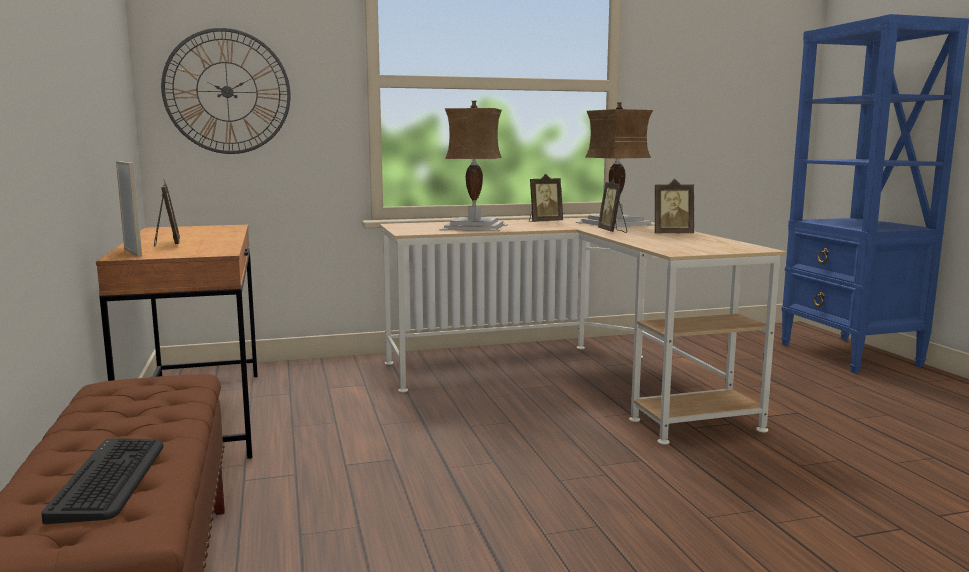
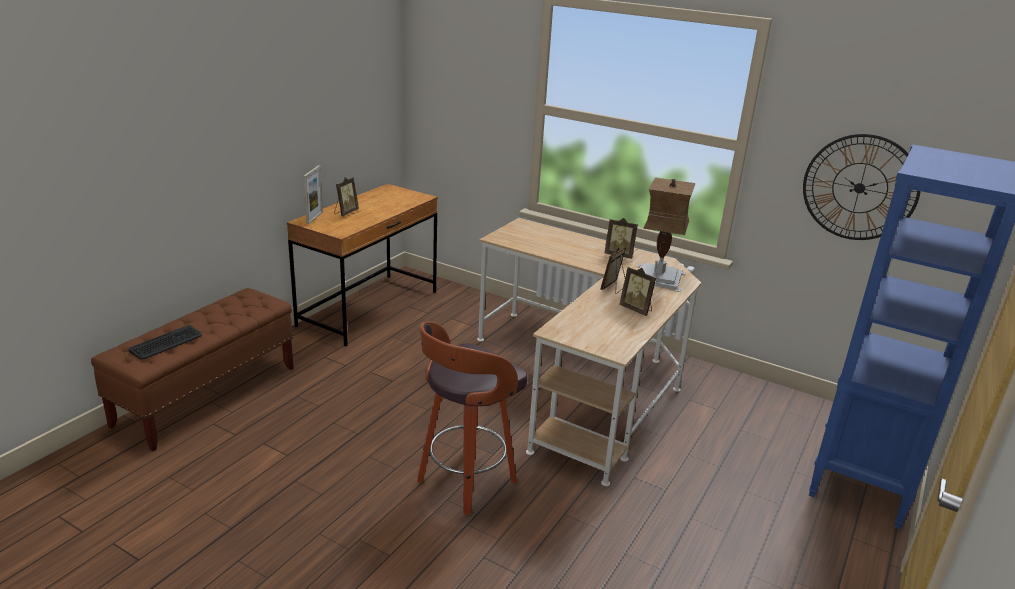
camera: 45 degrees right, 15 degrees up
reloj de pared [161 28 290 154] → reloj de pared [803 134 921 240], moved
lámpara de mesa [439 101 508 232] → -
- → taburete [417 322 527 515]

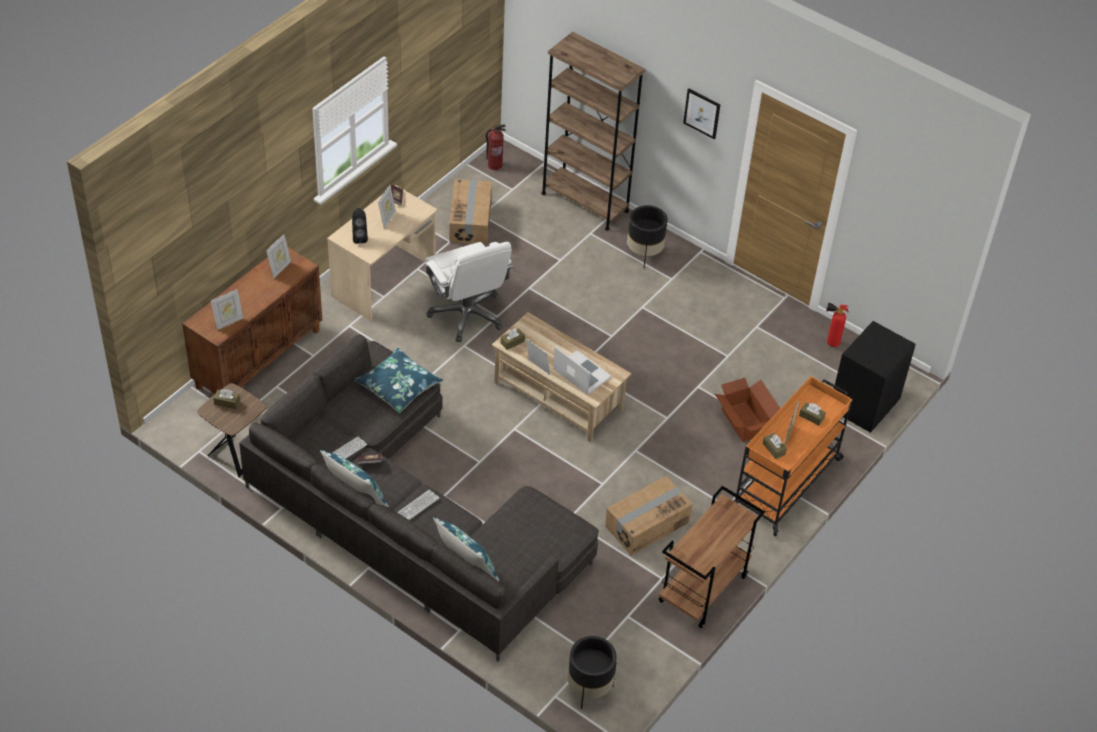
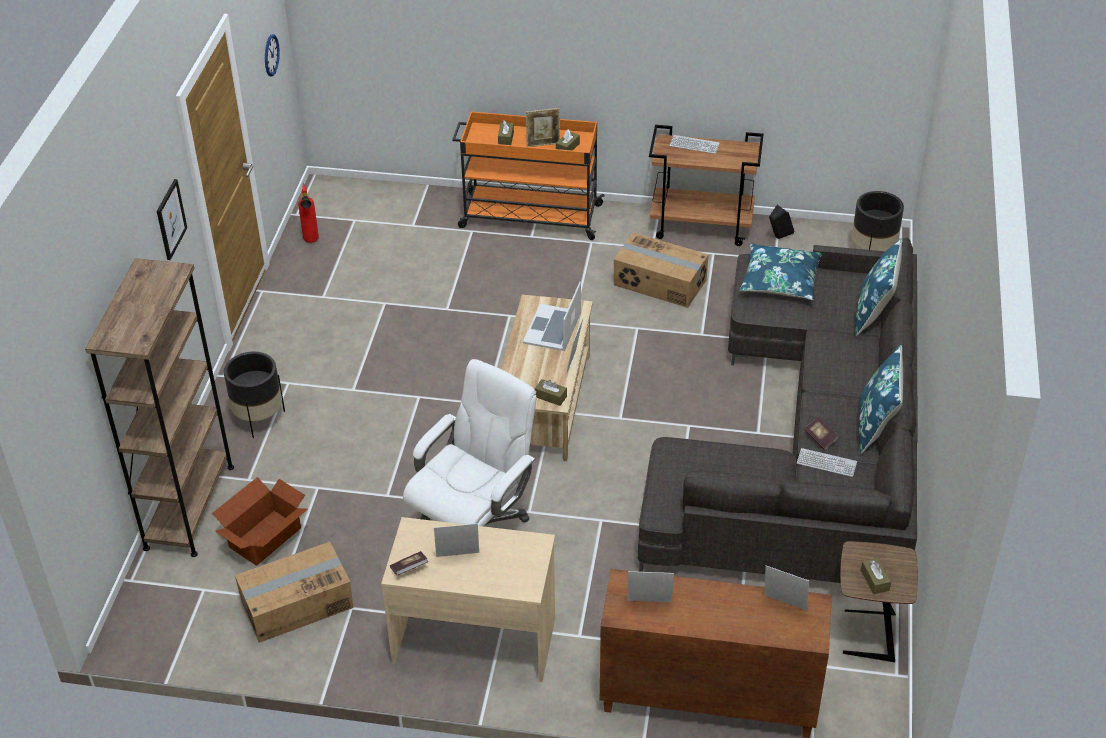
camera: 115 degrees left, 5 degrees down
extintor [486 124 506 170] → -
altavoz/negro [352 208 368 243] → altavoz/negro [769 205 794 239], moved
mesita de noche/negro [834 321 916 433] → -
cojín/azul [354 348 443 413] → cojín/azul [740 243 822 300], moved
caja de cartón [715 378 780 442] → caja de cartón [212 477 308 566], moved
teclado [397 490 440 520] → teclado [670 135 720 154], moved
- → reloj de pared [265 34 280 77]

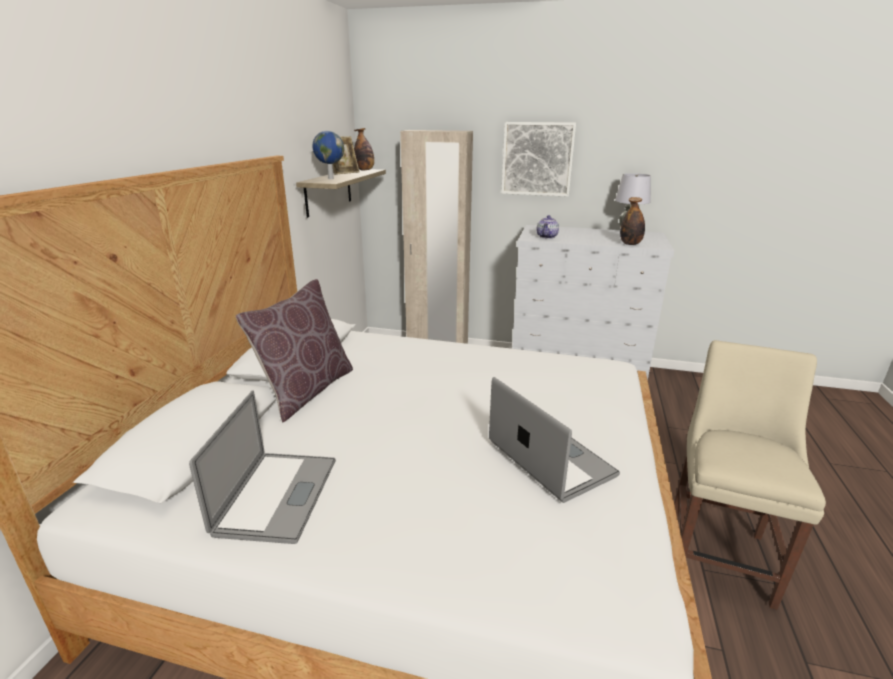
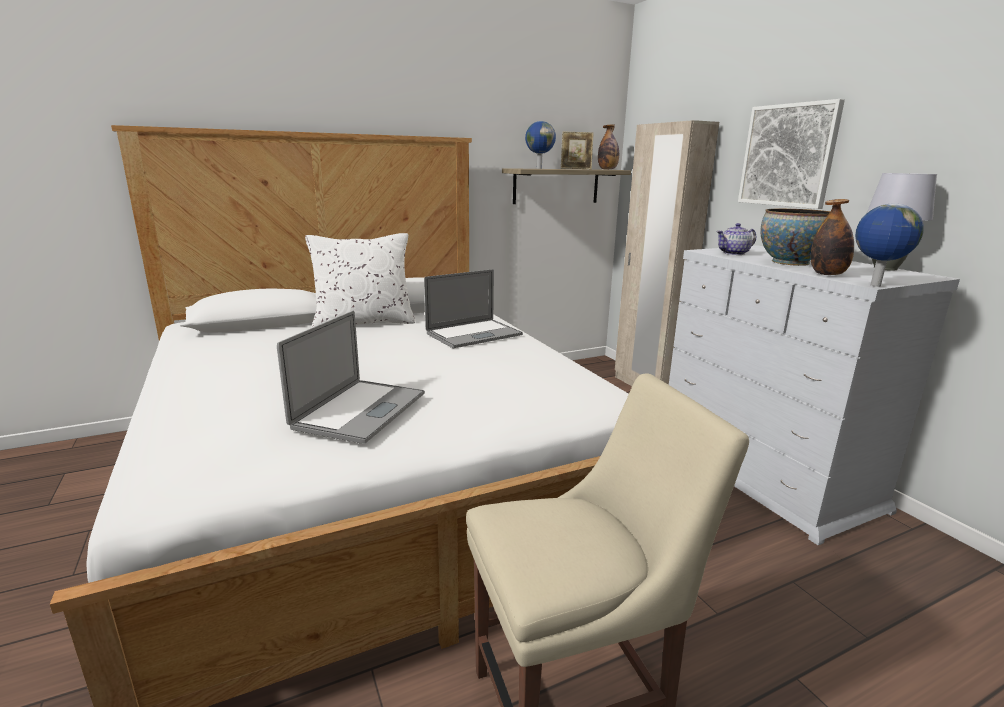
camera: 50 degrees right, 5 degrees down
cojín/marrón [236 279 353 422] → cojín/blanco [305 233 415 328]
portátil [189 390 336 544] → portátil [424 269 523 348], moved
- → globo terráqueo [855 204 924 287]
- → cuenco [761 209 830 266]

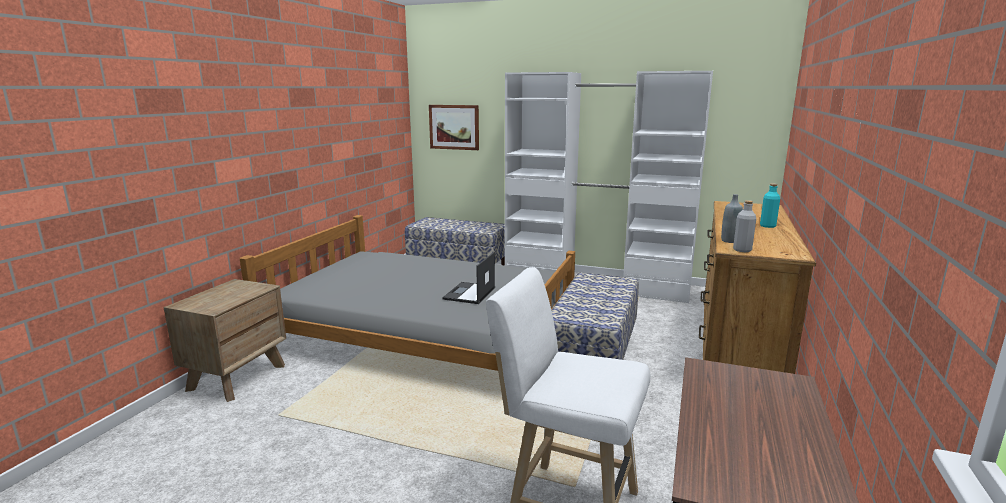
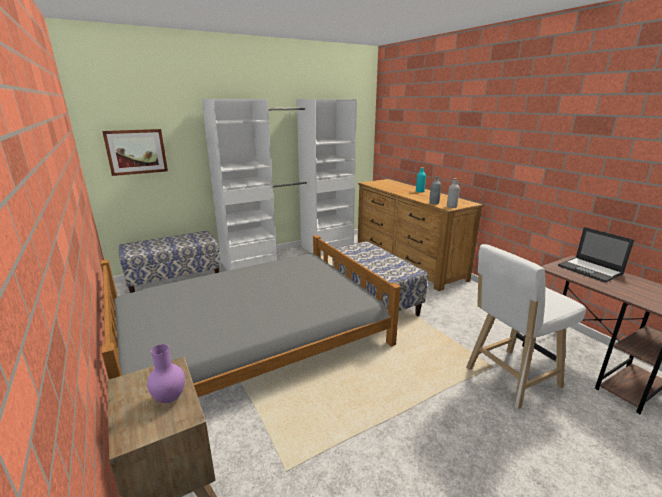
camera: 50 degrees left, 5 degrees up
portátil [442 252 495 304] → portátil [558 227 634 283], moved
- → florero/morado [147 344 185 403]

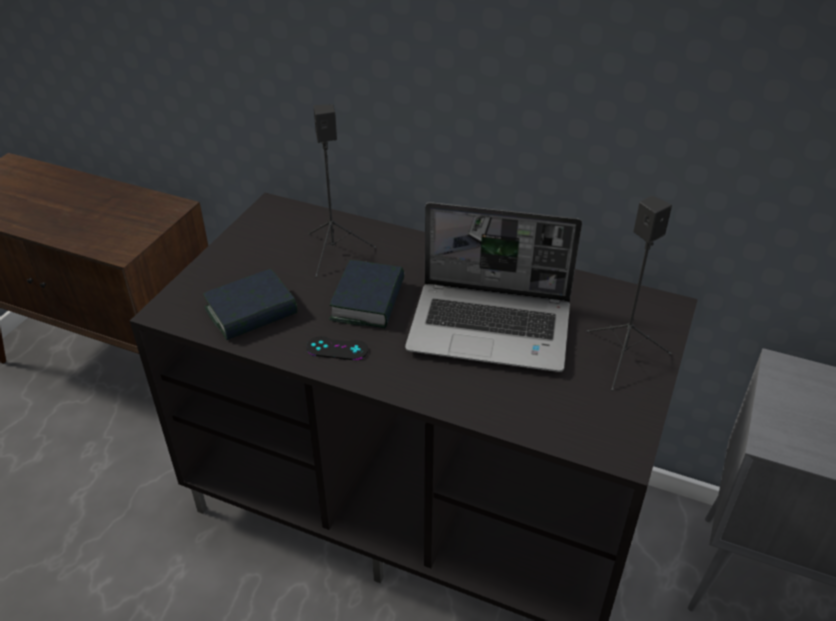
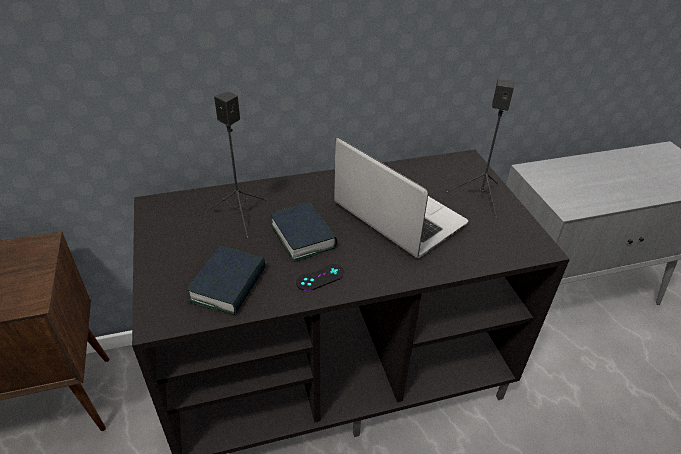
camera: 40 degrees left, 0 degrees up
portátil [405 202 582 372] → portátil [334 137 468 258], 105 degrees counterclockwise

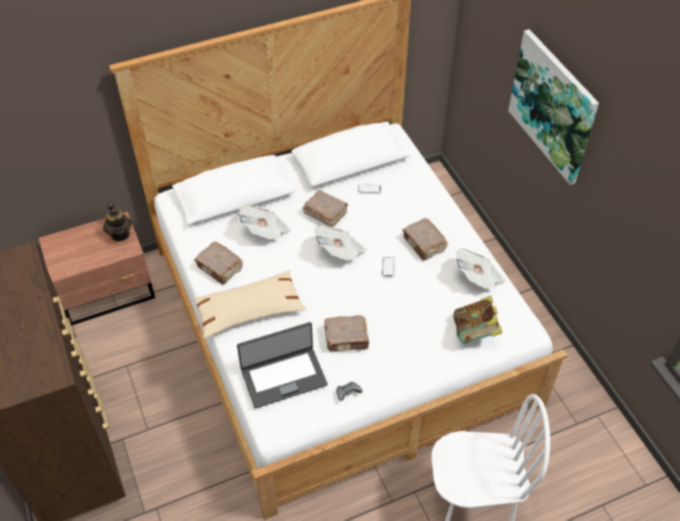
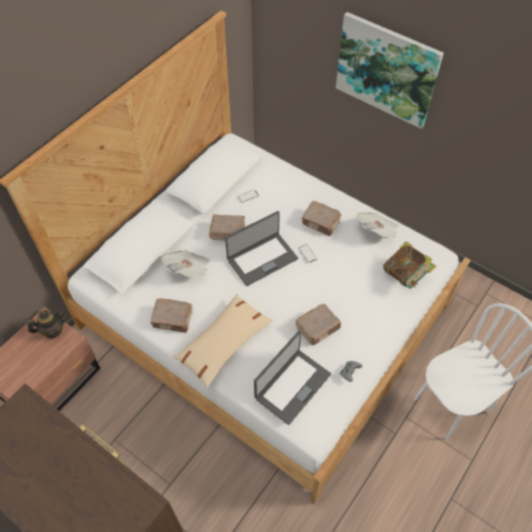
camera: 30 degrees left, 5 degrees up
tetera [103 202 132 241] → tetera [27 310 66 339], 60 degrees counterclockwise
periódico [313 225 366 261] → portátil [225 211 298 286]

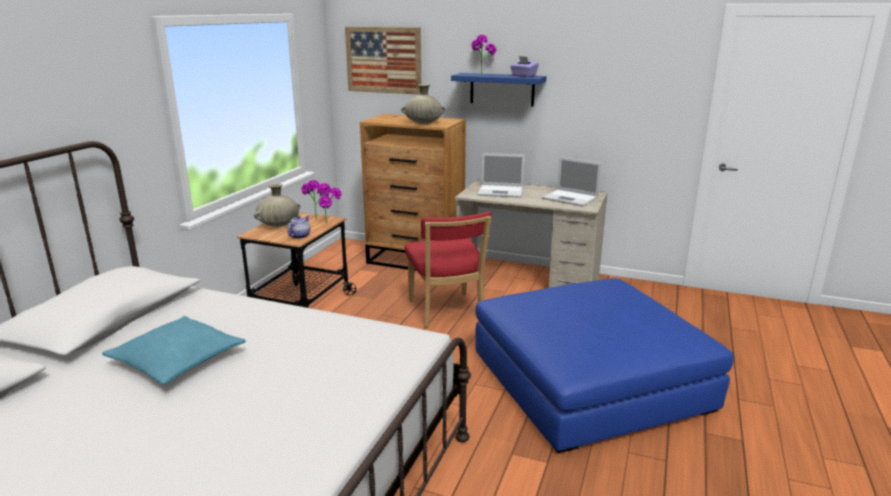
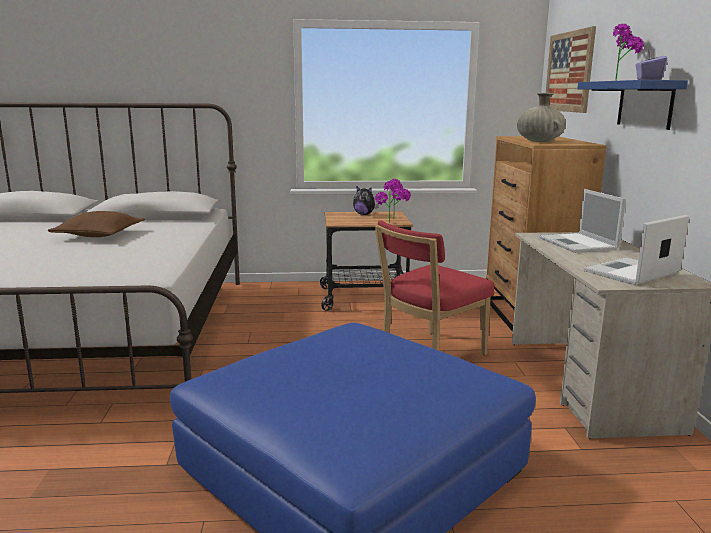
camera: 65 degrees right, 5 degrees down
portátil [542 157 602 207] → portátil [584 215 689 285], 45 degrees clockwise
florero/beis [254 183 301 227] → peluche [353 186 379 215]
tetera [287 215 310 239] → -
cojín/turquesa [102 316 246 385] → cojín/marrón [48 211 145 237]

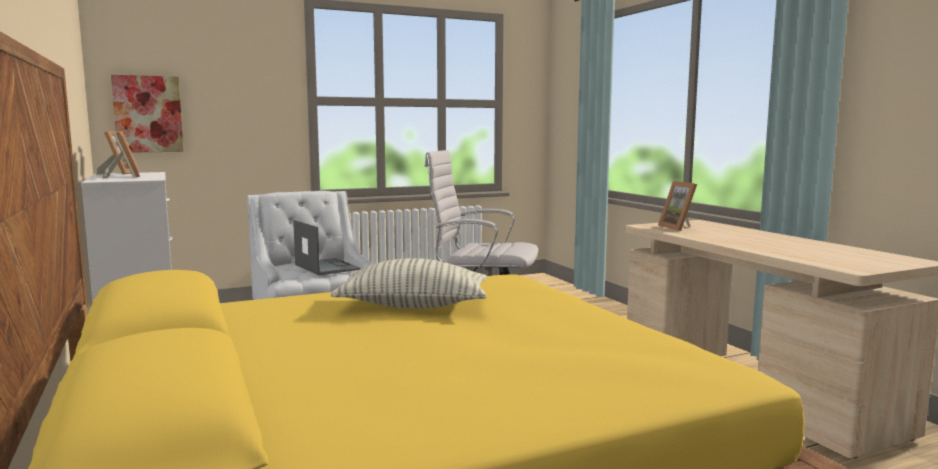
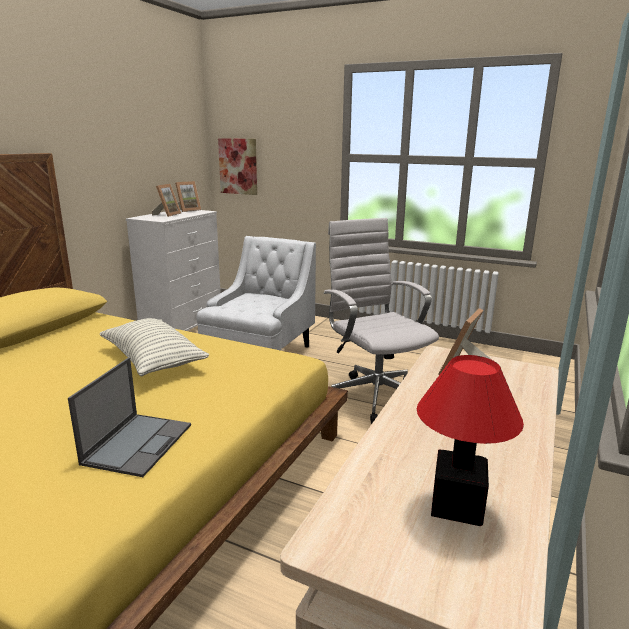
camera: 50 degrees right, 10 degrees up
portátil [293 220 361 275] → portátil [68 358 191 477], moved
- → lámpara de mesa [417 355 524 526]

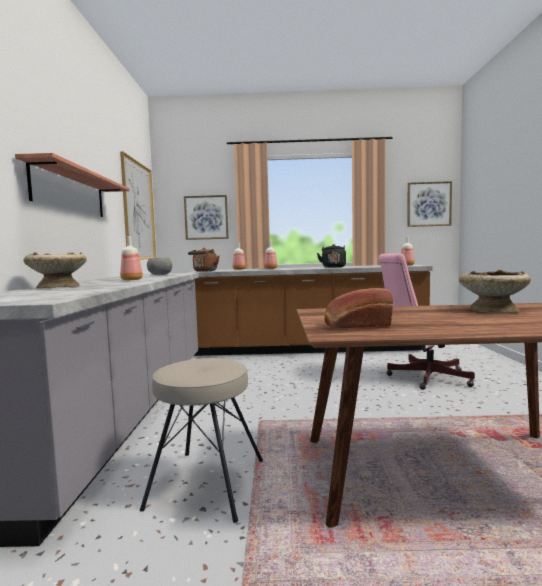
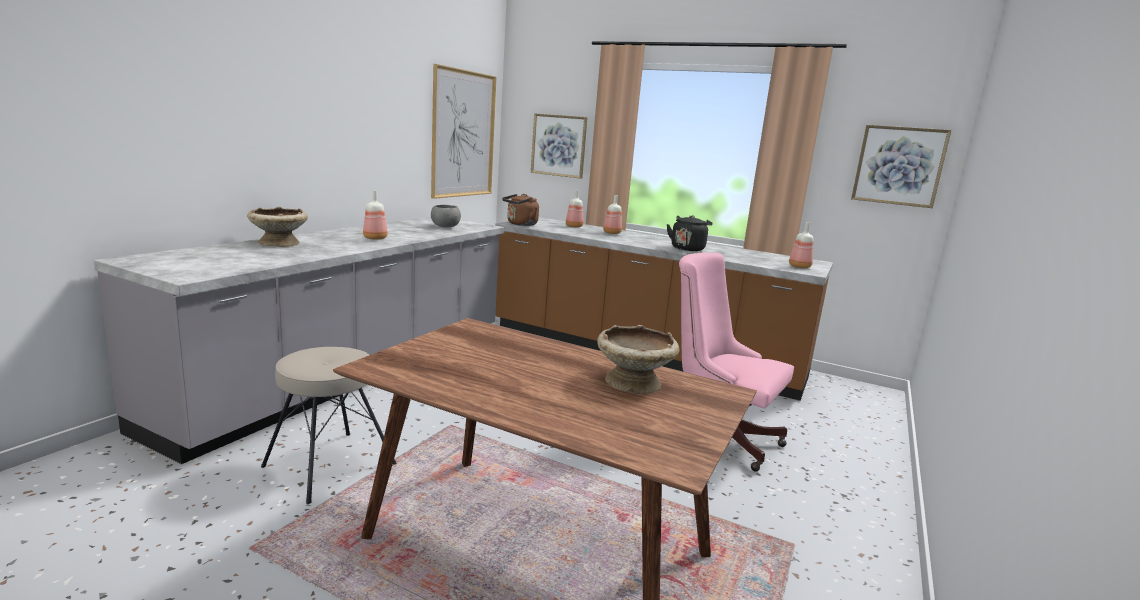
camera: 25 degrees right, 10 degrees up
estante [15 153 130 217] → -
pan [324 288 393 329] → -

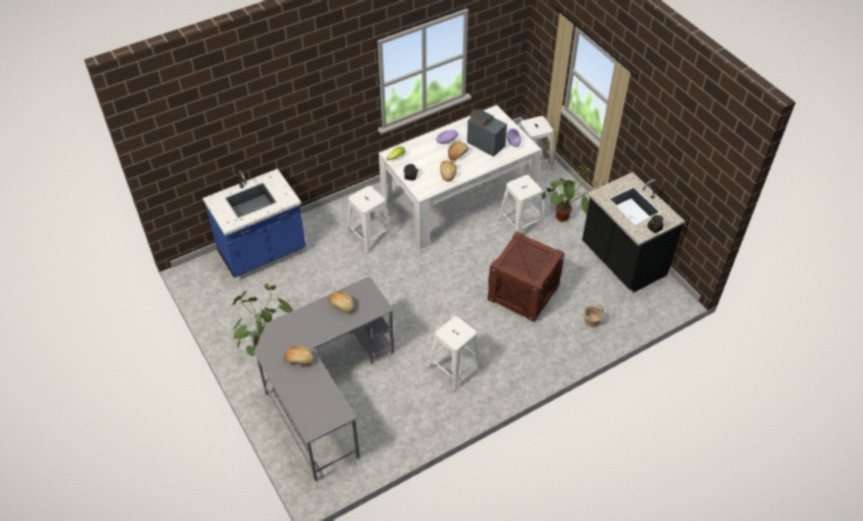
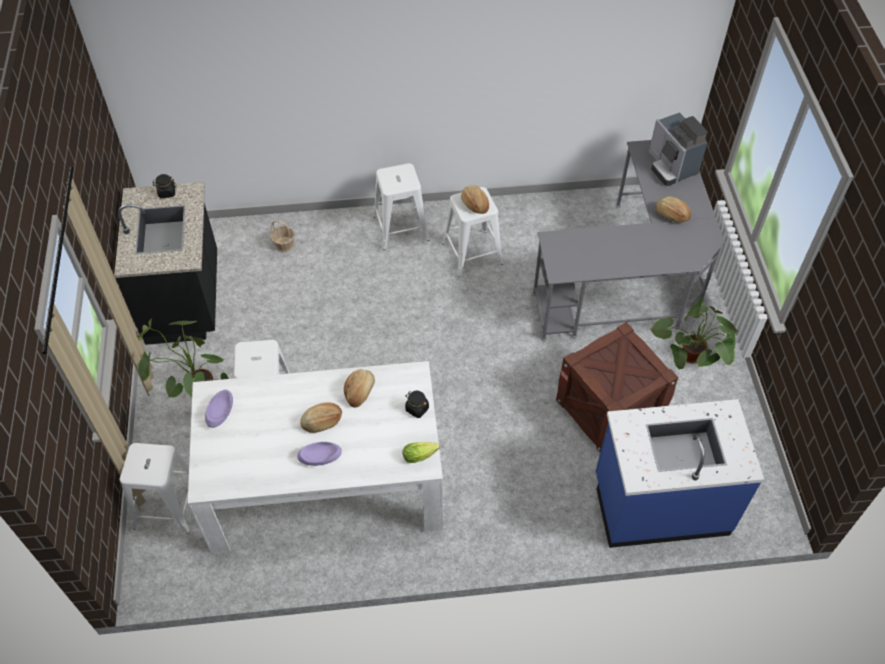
camera: 155 degrees left, 5 degrees up
cafetera [467 109 507 157] → cafetera [649 112 707 186], moved
taburete/blanco [346 186 394 254] → taburete/blanco [373 163 429 250], moved
caja de embalaje [487 231 565 322] → caja de embalaje [556 322 679 452], moved
pan [329 291 355 313] → pan [461 185 489 214], moved

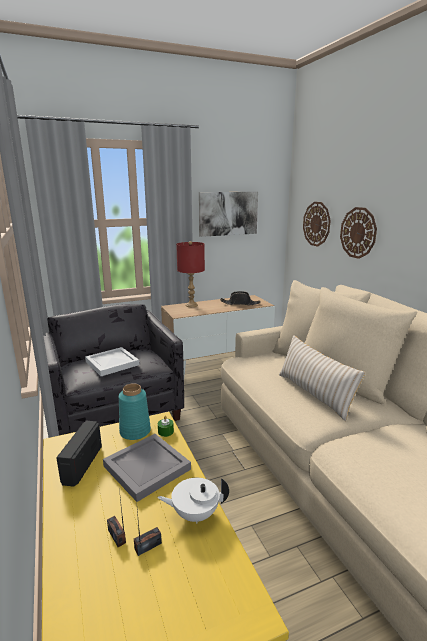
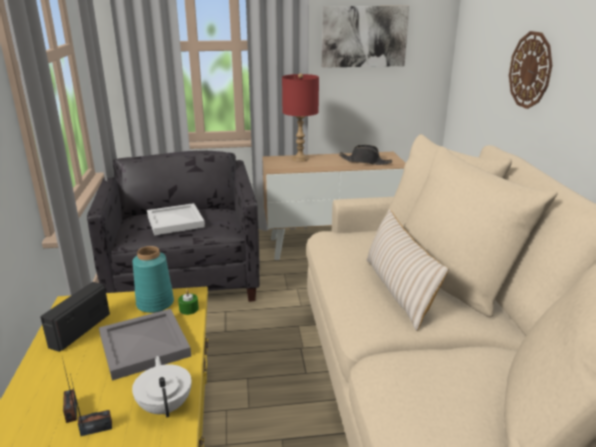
camera: 15 degrees right, 5 degrees up
reloj de pared [303 202 331 247] → -
tetera/blanco [157 478 229 523] → tetera/blanco [132 356 192 418], 60 degrees clockwise

